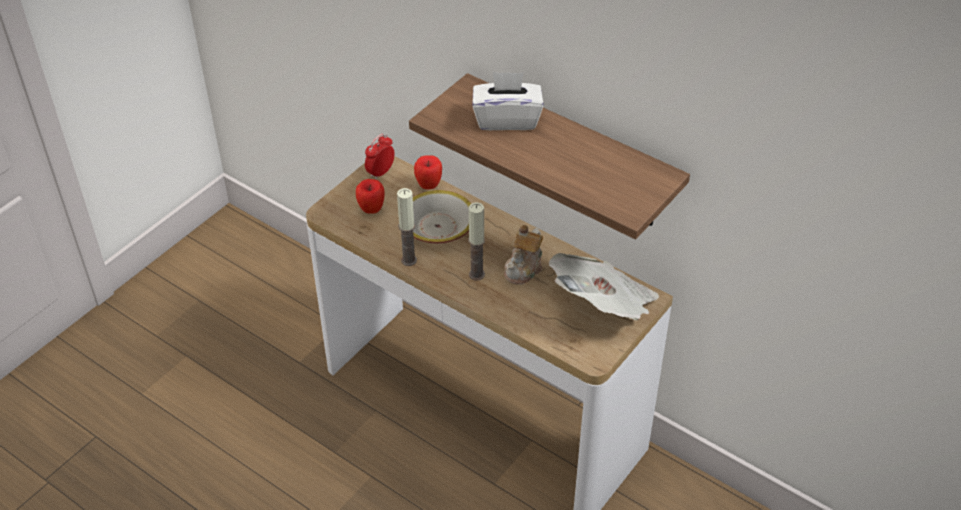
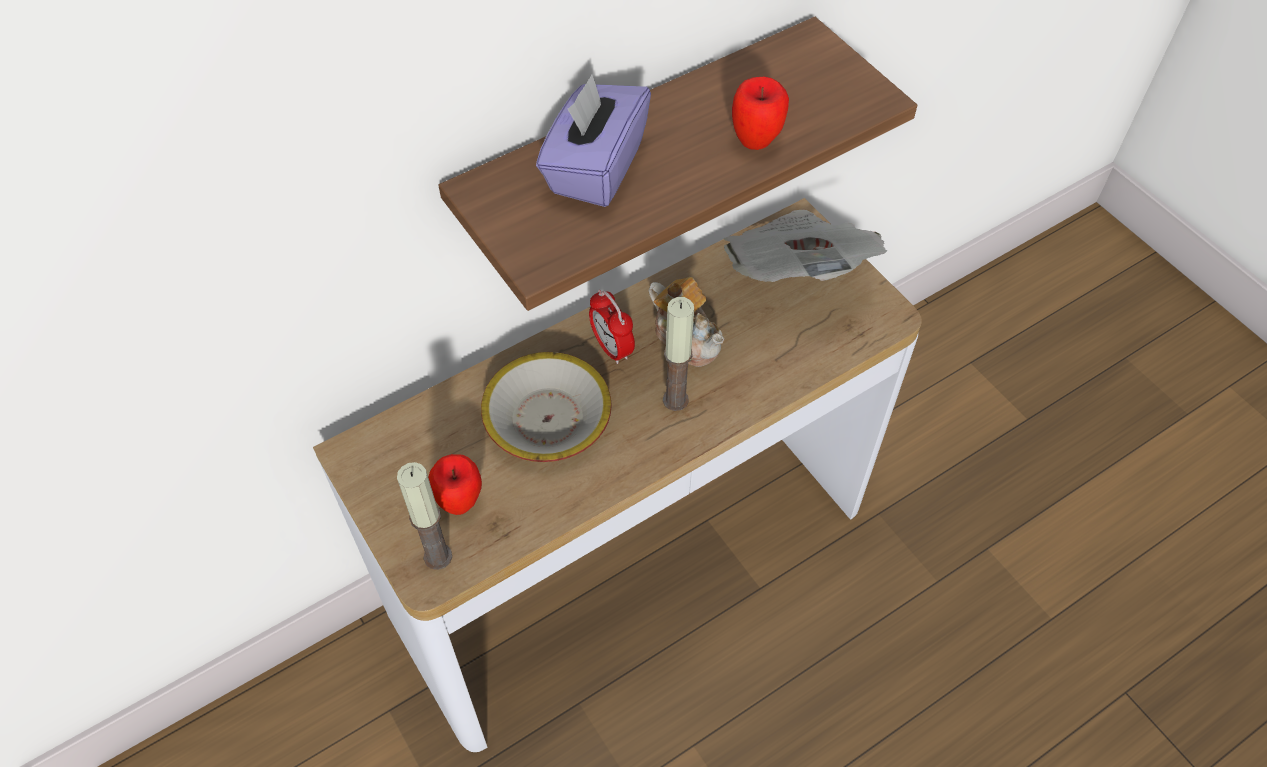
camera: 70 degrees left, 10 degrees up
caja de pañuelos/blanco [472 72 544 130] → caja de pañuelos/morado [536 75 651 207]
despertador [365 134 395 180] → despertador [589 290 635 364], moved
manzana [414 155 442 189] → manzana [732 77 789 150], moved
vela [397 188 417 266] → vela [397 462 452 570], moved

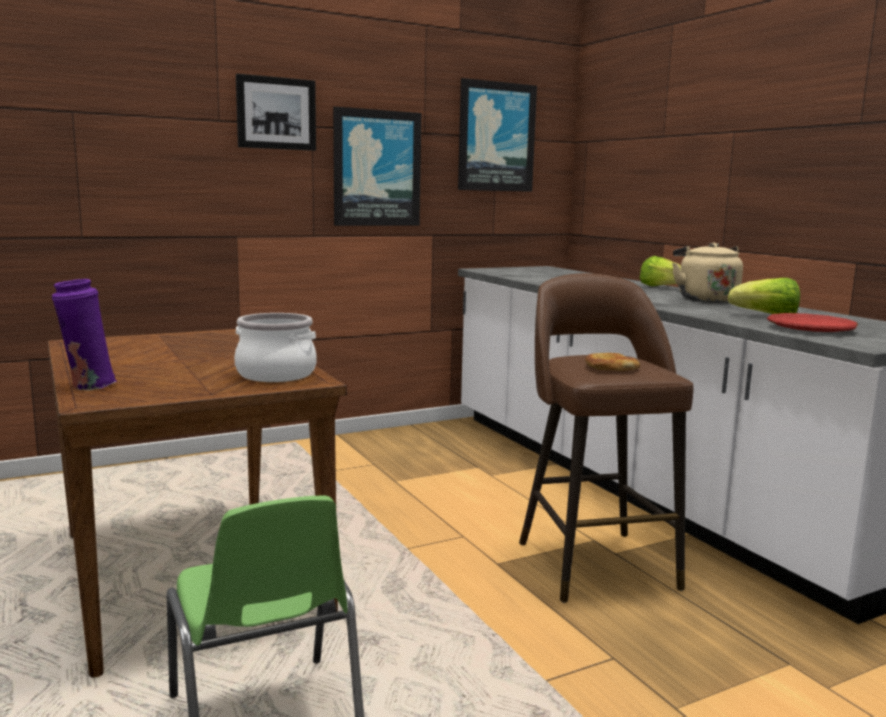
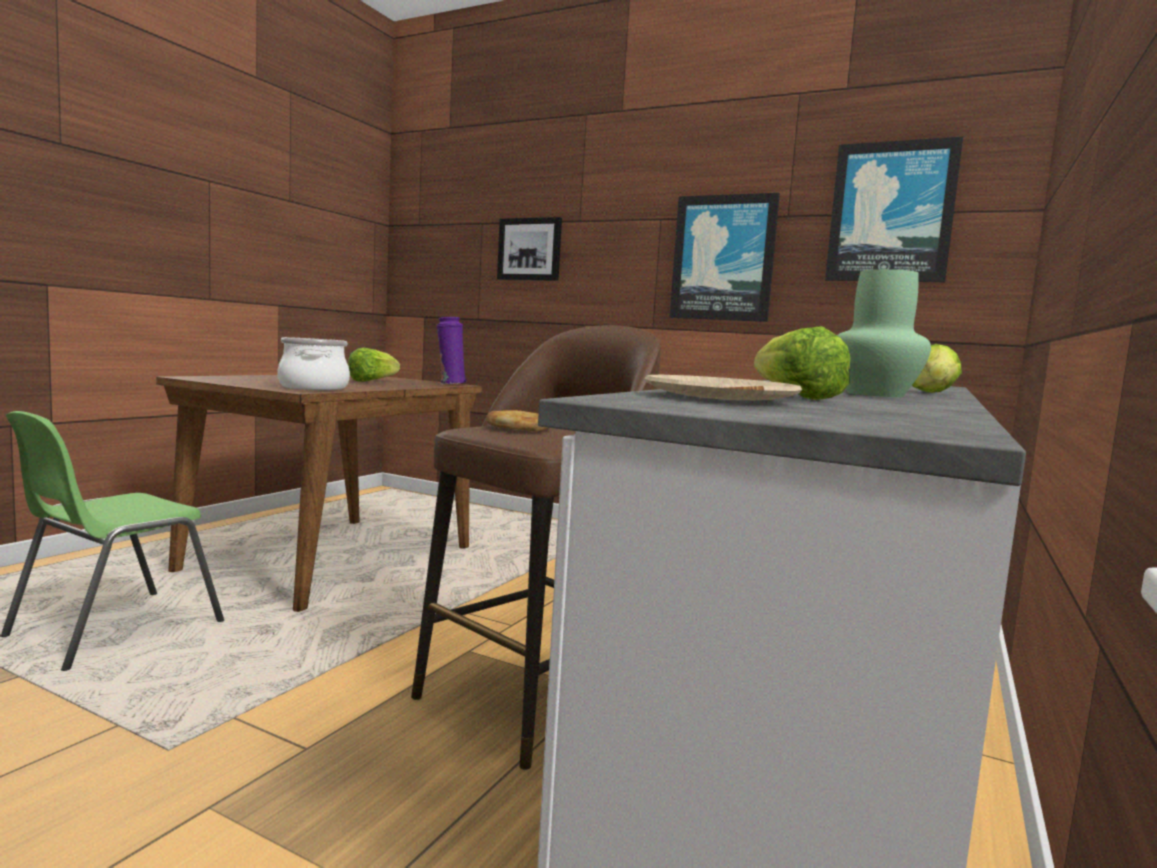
camera: 55 degrees right, 5 degrees down
cuadro [236 74 316 151] → cuadro [497 217 562 281], moved
hervidor/beis [672 242 743 303] → florero/verde [837 269 931 397]
florero/morado [52 279 117 391] → florero/morado [436 317 467 384], moved
plato/rojo [767 313 858 332] → plato/beis [644 375 802 400]
- → lechuga [348 347 400 382]

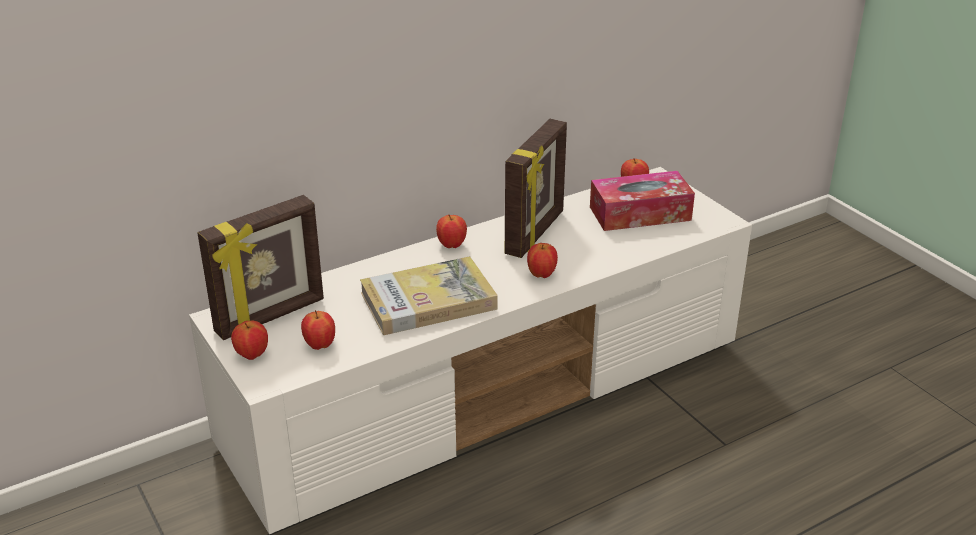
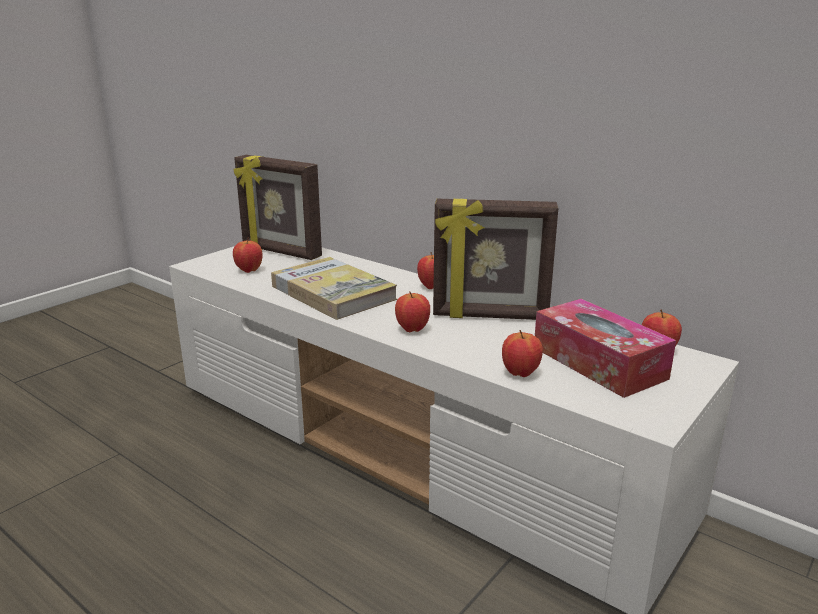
camera: 70 degrees right, 10 degrees down
manzana [231 321 268 360] → manzana [502 330 543 377], moved

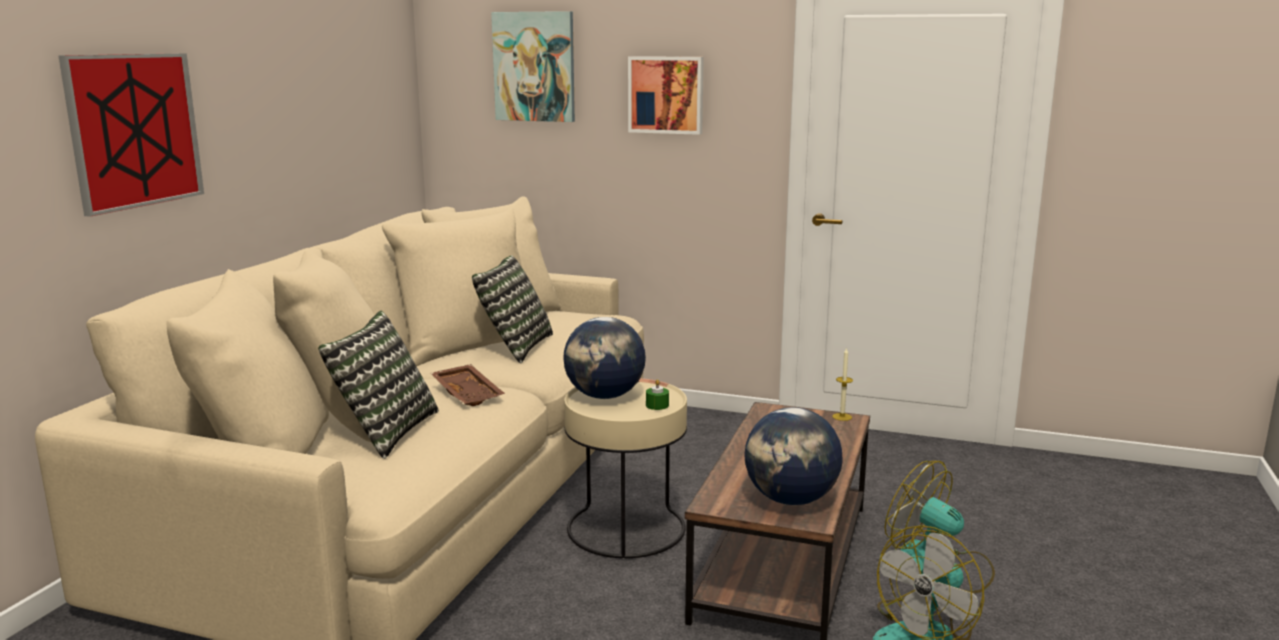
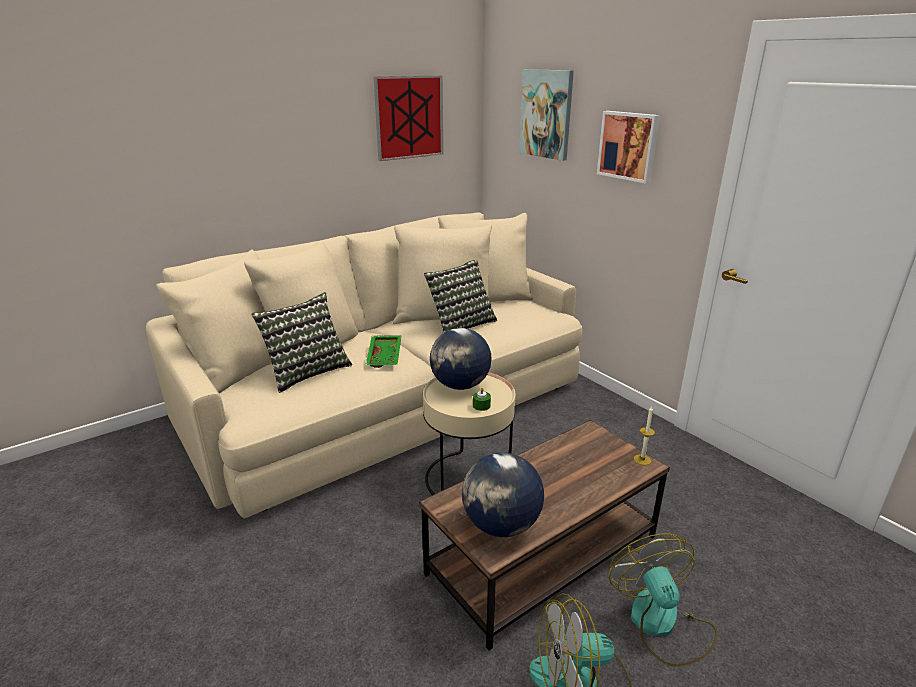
camera: 35 degrees right, 10 degrees up
cuadro [58 53 204 217] → cuadro [374 75 443 161], moved
bandeja/marrón [431 364 505 406] → bandeja/verde [366 335 402 368]

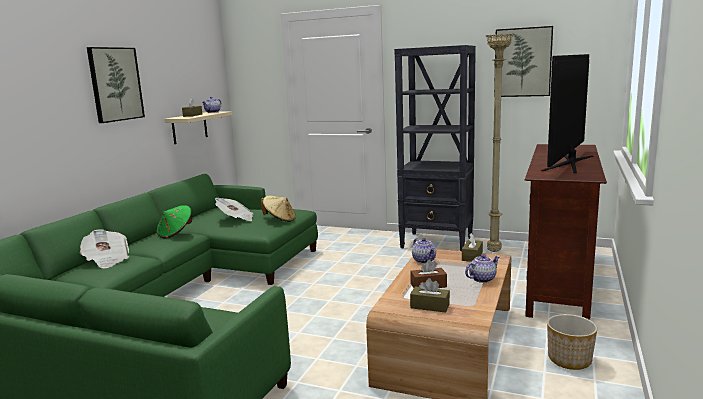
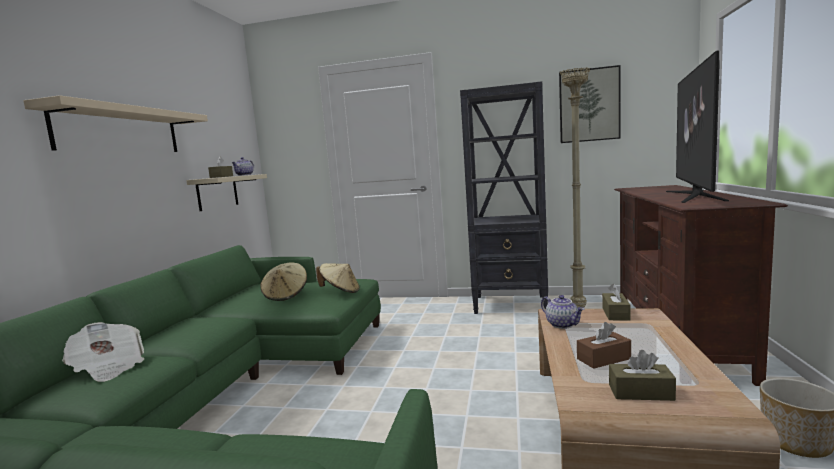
camera: 10 degrees left, 5 degrees down
cuadro [87 47 145 123] → estante/beis [23 95 208 152]
periódico [215 198 253 221] → sombrero/beis [260 262 307 301]
sombrero/verde [157 205 192 239] → -
tetera [465 254 499 283] → -

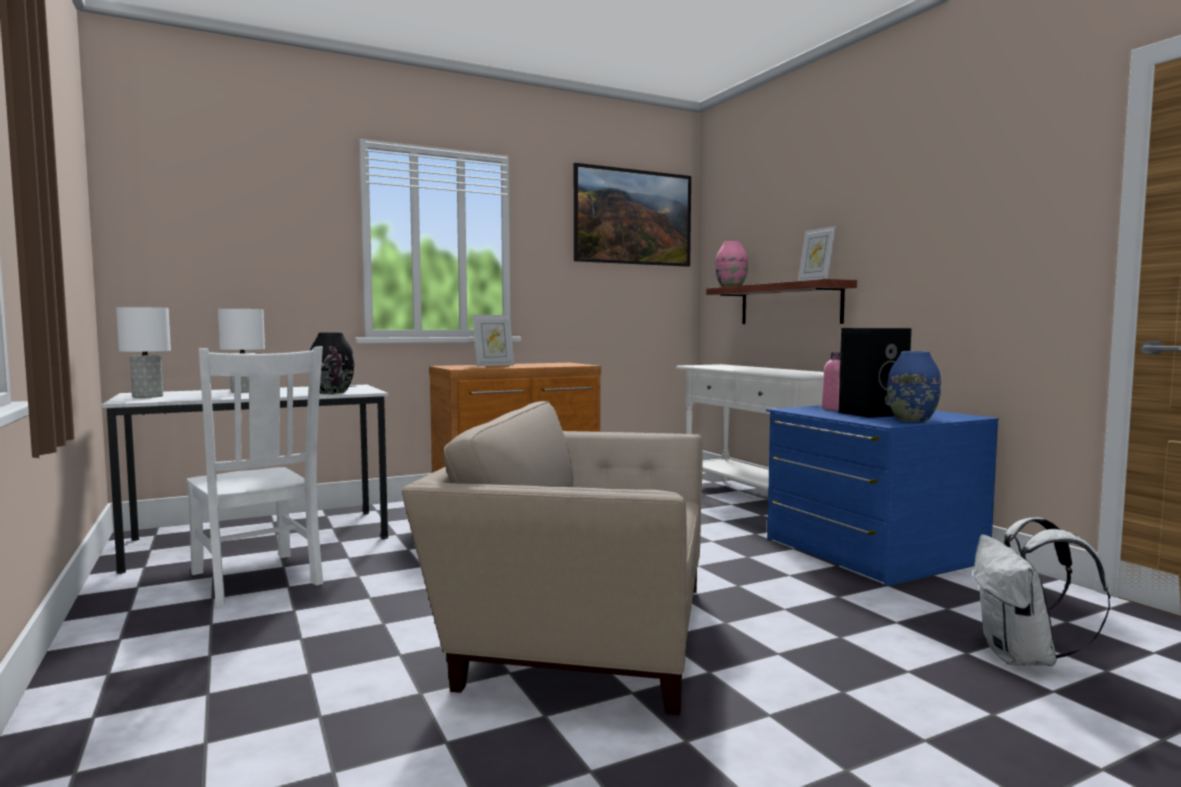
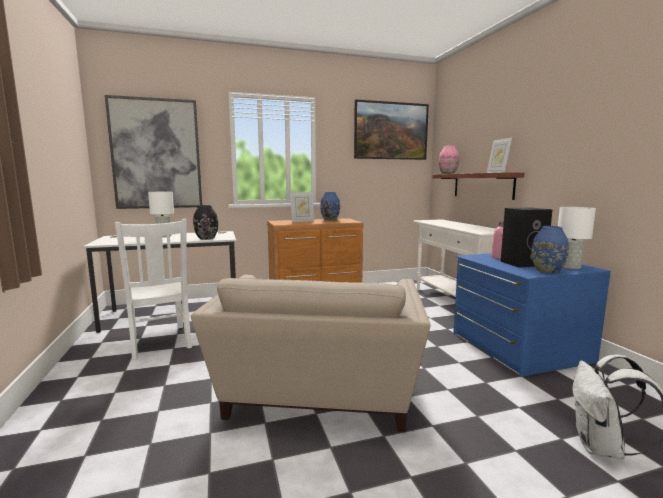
camera: 10 degrees right, 5 degrees up
lámpara de mesa/blanco [116 307 171 398] → lámpara de mesa/blanco [558 207 596 269], moved
sillón/beis [402 401 703 716] → sillón/beis [191 275 431 432], 105 degrees counterclockwise
- → cuadro [105 95 202 209]
- → florero/azul [320 192 340 221]

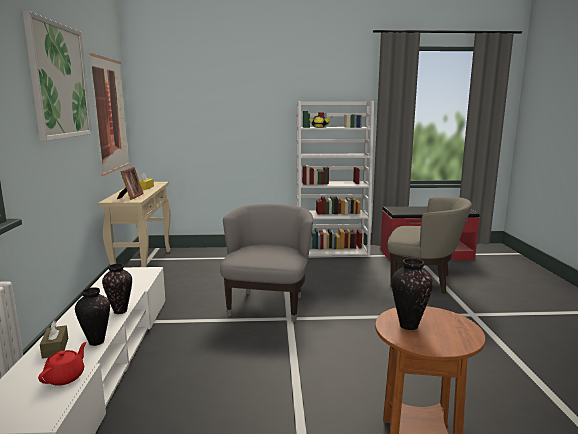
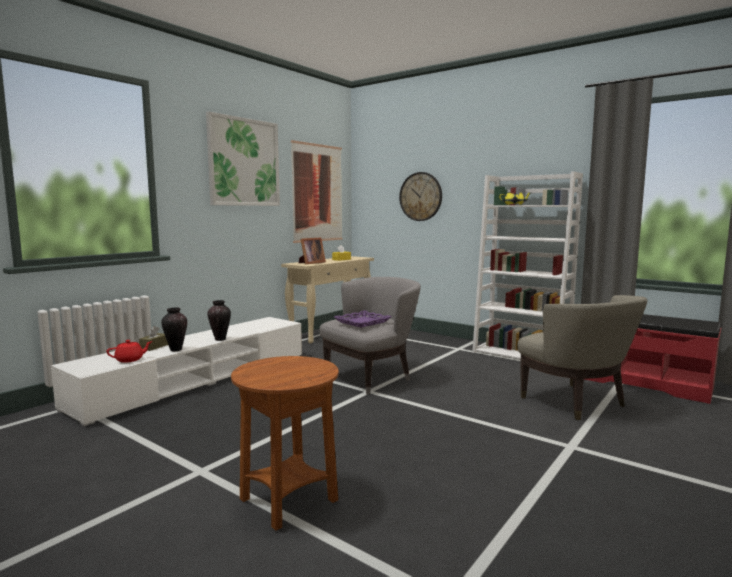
camera: 40 degrees right, 5 degrees down
florero [392 258 433 330] → -
- → reloj de pared [399 172 442 221]
- → bandeja/morado [334 310 391 328]

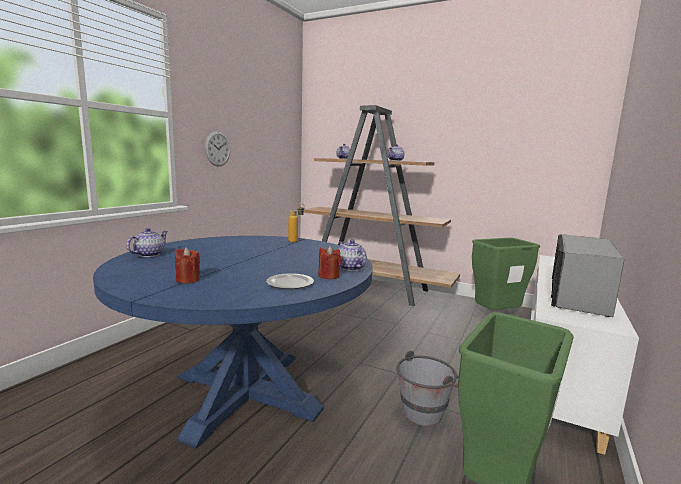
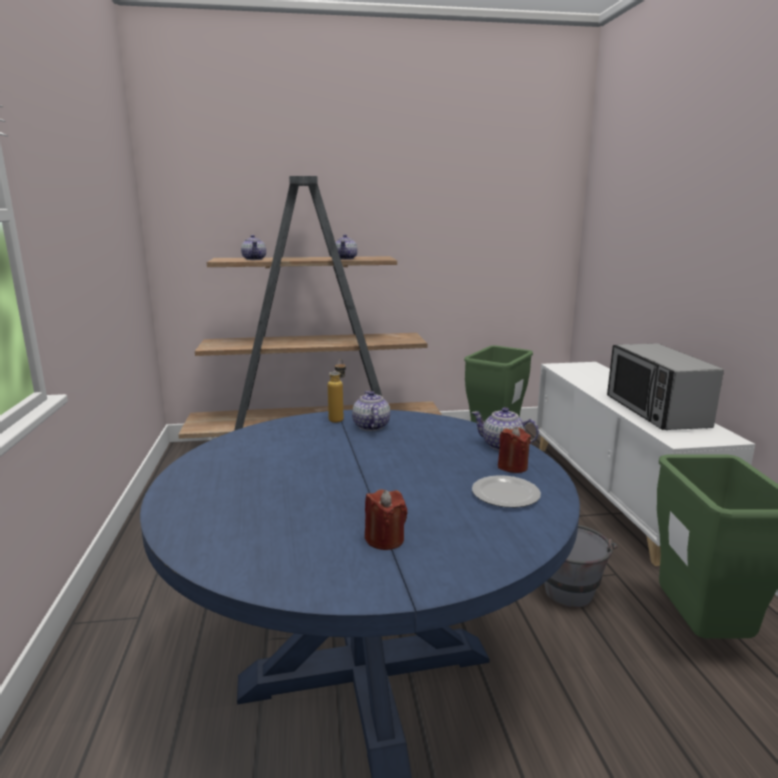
camera: 35 degrees left, 5 degrees up
reloj de pared [205 131 230 167] → -
tetera [127 228 168 257] → tetera [352 391 390 431], moved

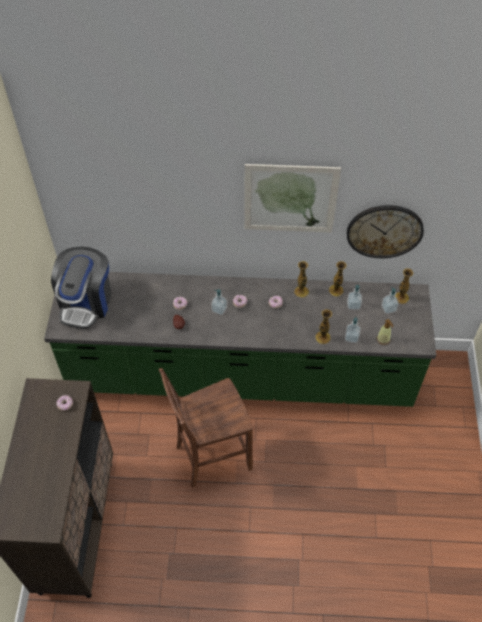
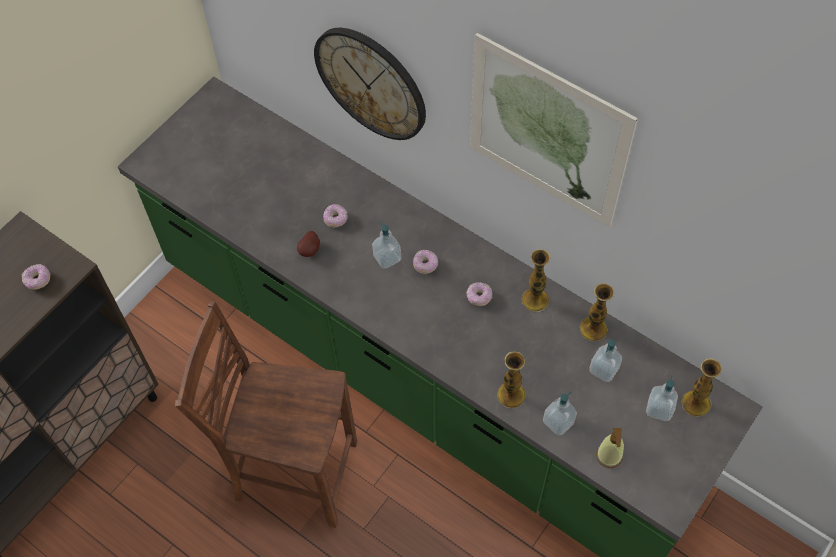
camera: 35 degrees right, 5 degrees up
reloj de pared [347 205 424 258] → reloj de pared [314 28 426 140], moved
cafetera [51 247 111 329] → -

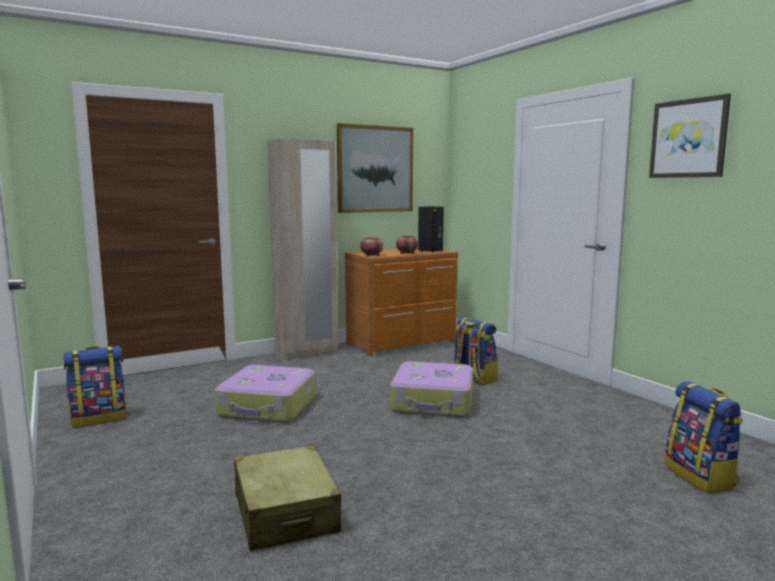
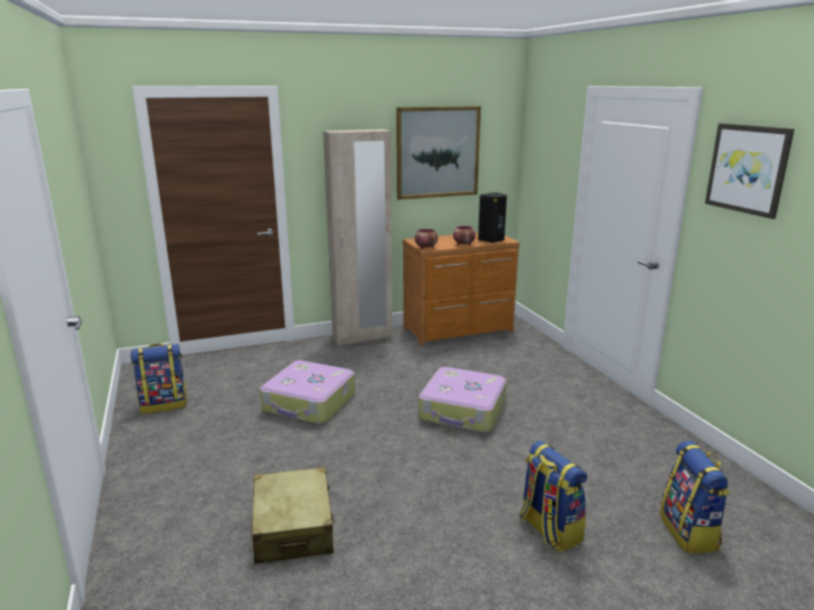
camera: 10 degrees right, 10 degrees up
mochila [454 317 497 385] → mochila [520 440 587 552], moved

